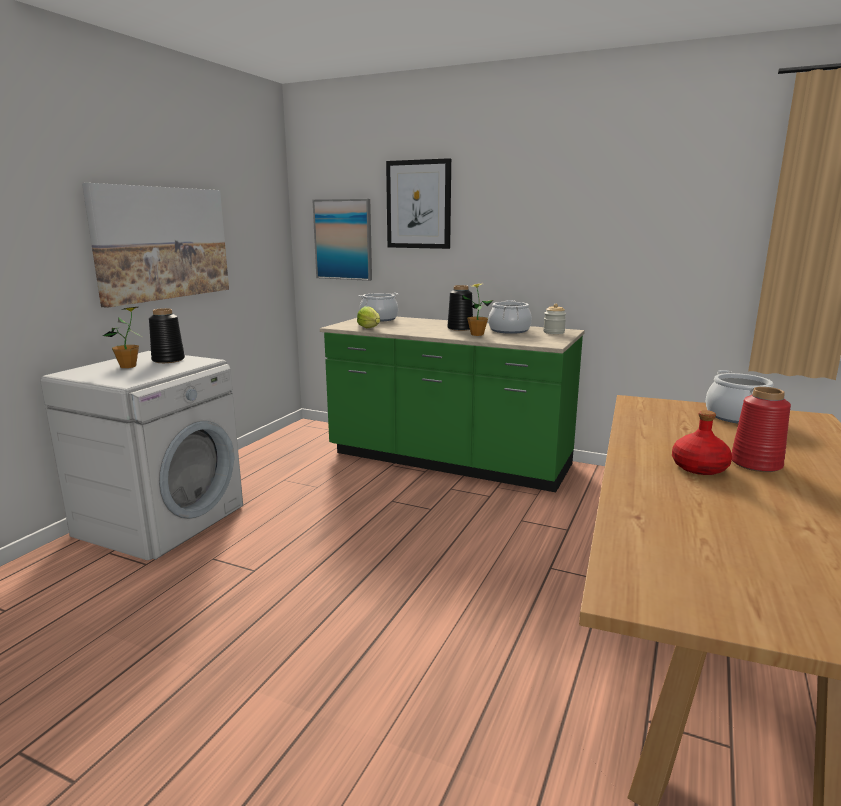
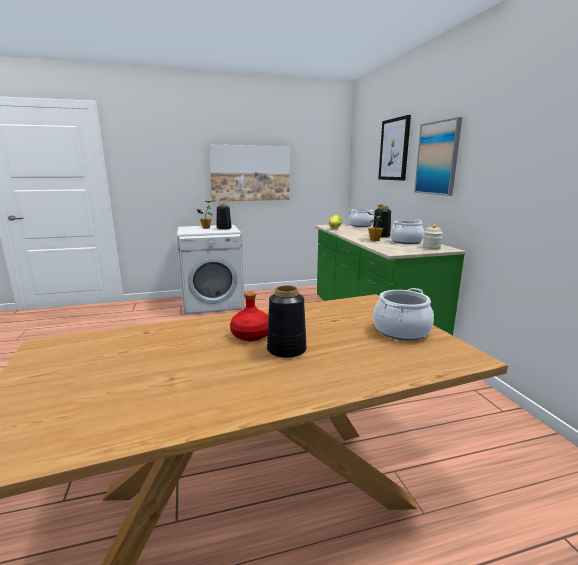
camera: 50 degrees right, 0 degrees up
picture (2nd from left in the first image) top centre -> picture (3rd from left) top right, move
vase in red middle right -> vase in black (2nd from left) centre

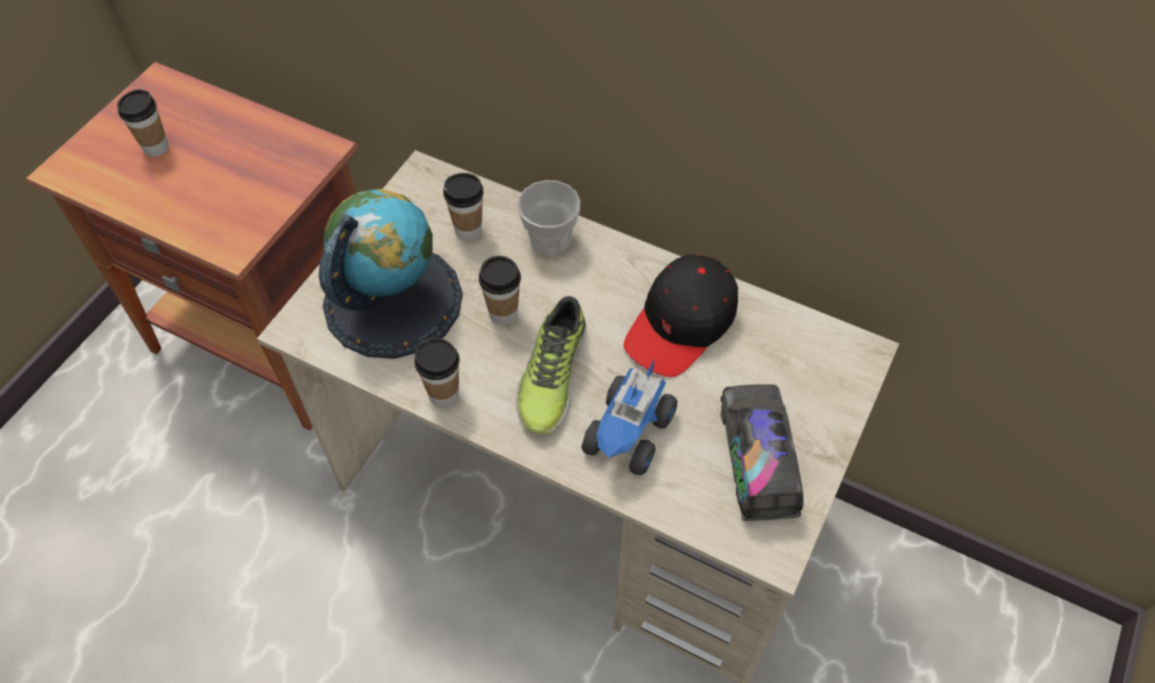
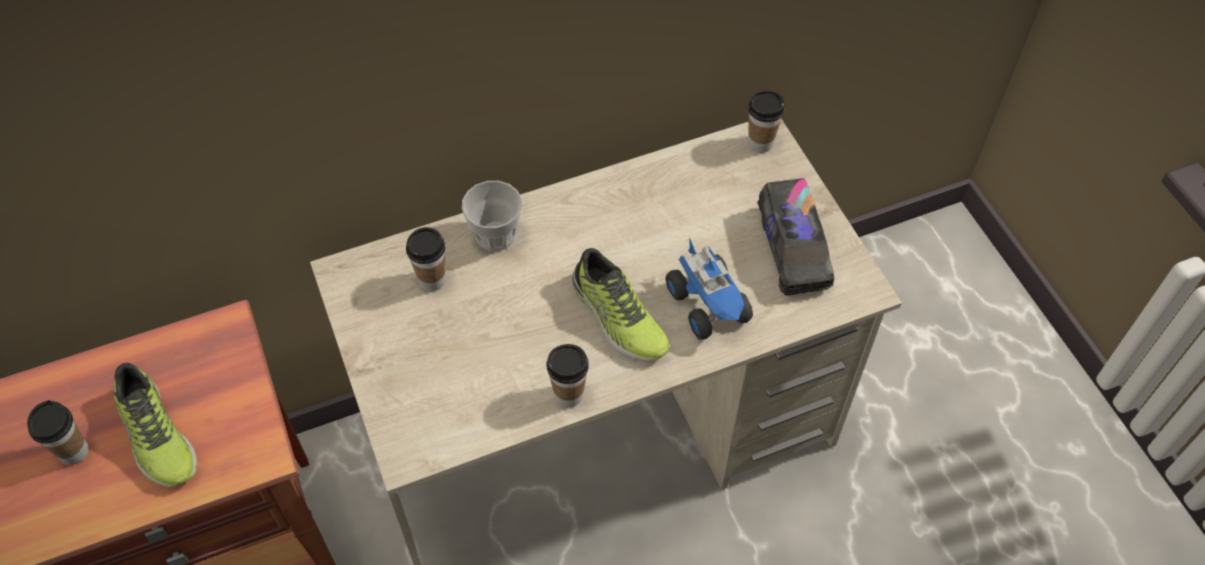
camera: 50 degrees left, 0 degrees up
globe centre -> none
cup (4th from left in the first image) centre -> cup (5th from left) top centre, move
cap in black centre -> none
toy truck (2nd from left) centre, 135 degrees counterclockwise
none -> shoe (1st from left) bottom left

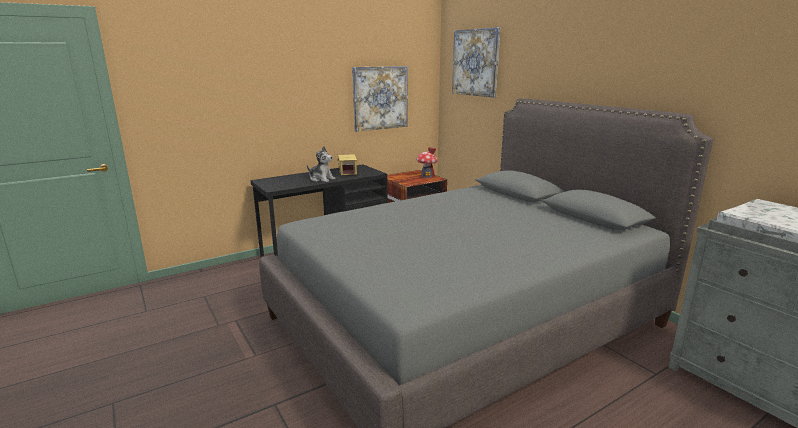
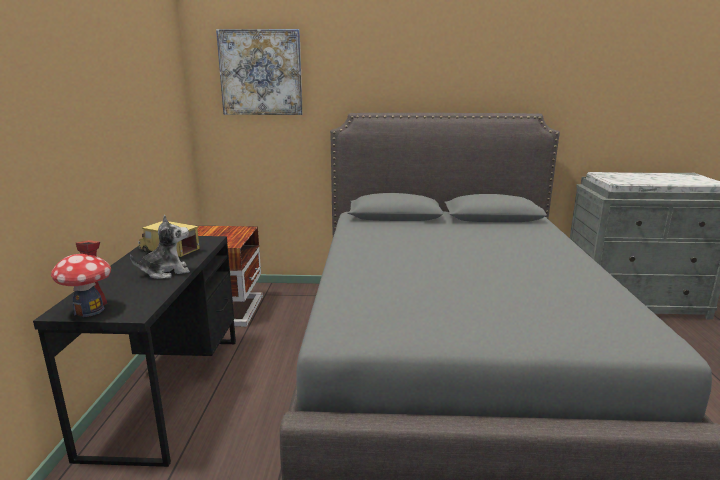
camera: 55 degrees left, 0 degrees up
picture (1st from left) top centre -> none
toy house centre -> toy house middle left, move

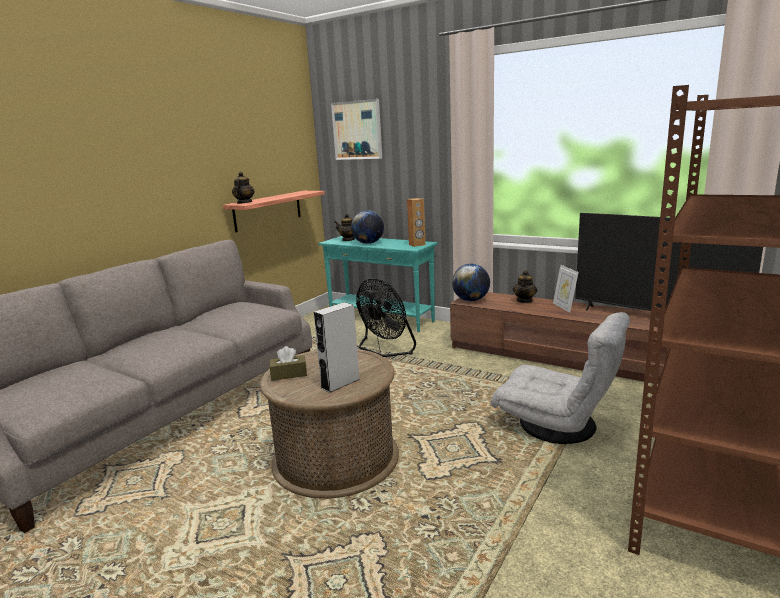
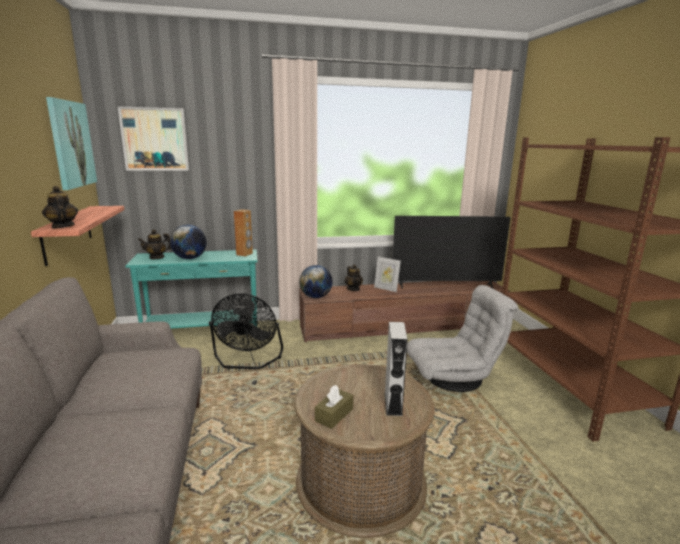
camera: 45 degrees left, 0 degrees up
none -> picture (1st from left) top left

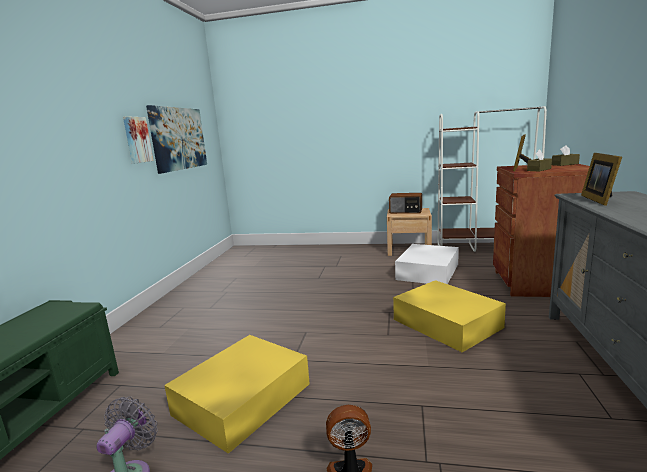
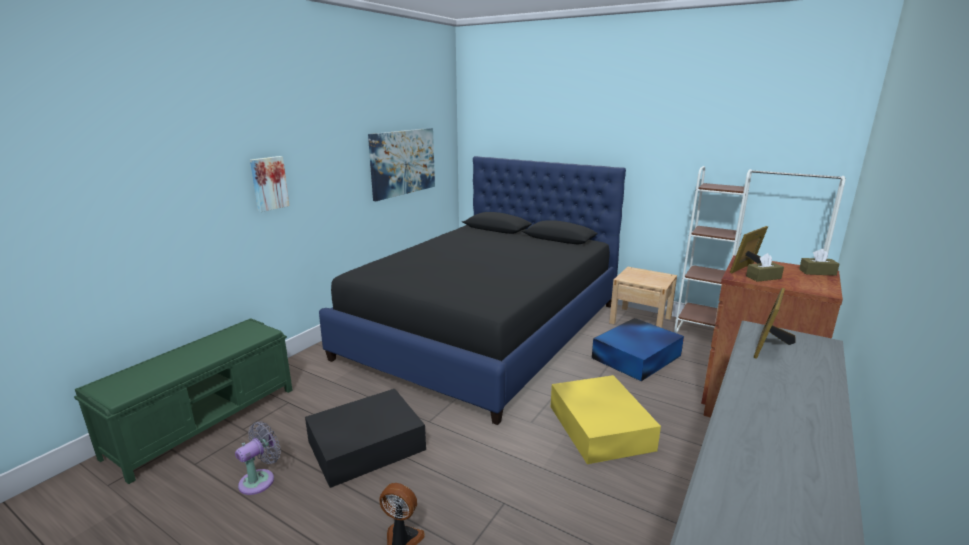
camera: 20 degrees right, 5 degrees up
picture (1st from left) top left -> picture (1st from left) middle left, move
storage box in yellow (1st from left) bottom centre -> storage box in black bottom centre
radio centre -> none
storage box in white centre -> storage box in blue centre
none -> bed in black centre

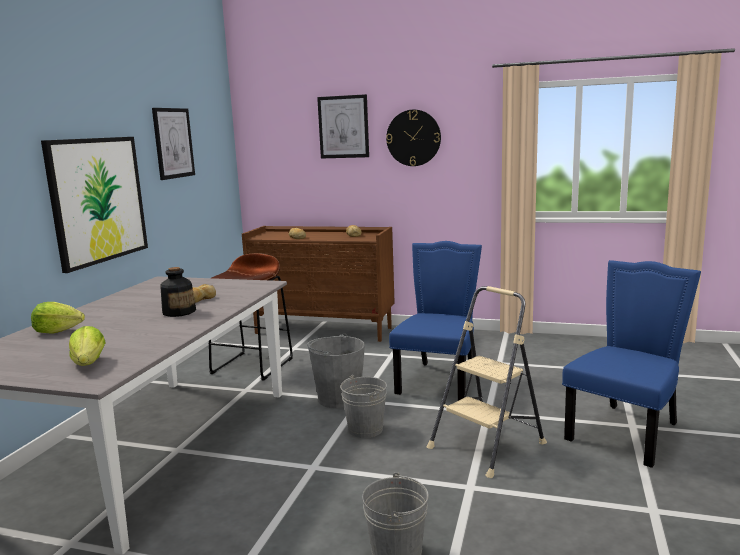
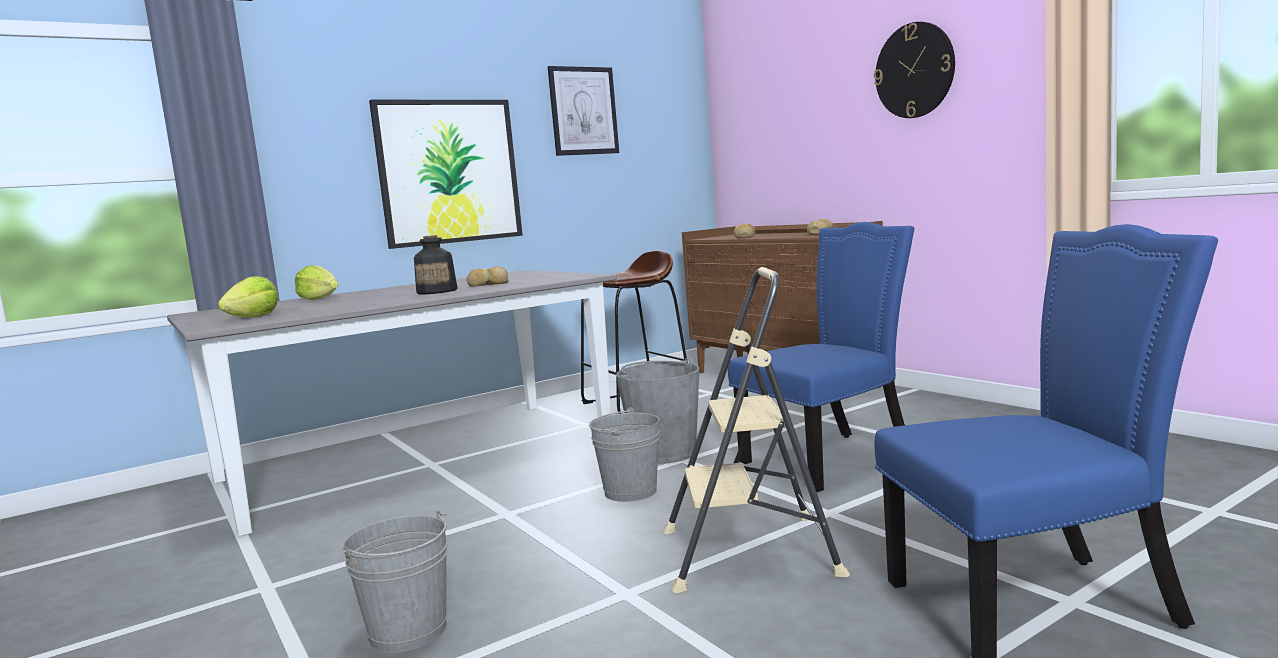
camera: 40 degrees right, 5 degrees down
picture (3rd from left) top centre -> none

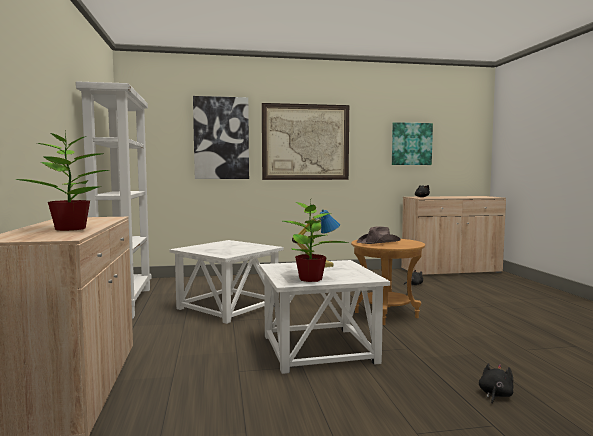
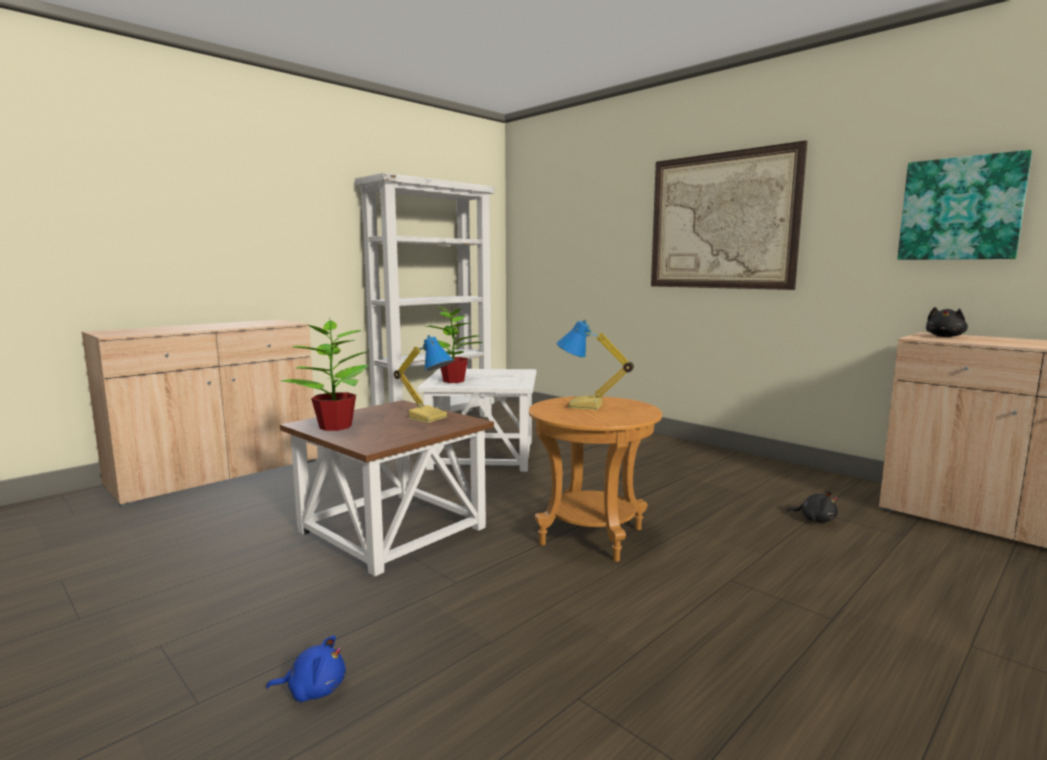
camera: 55 degrees right, 5 degrees up
potted plant (1st from left in the first image) middle left -> potted plant (2nd from left) centre, move
picture (1st from left) top centre -> none
side table in white (2nd from left) bottom centre -> side table in brown (1st from left) centre
hat in brown centre -> table lamp (2nd from left) centre
plush toy in black (3rd from left) bottom right -> plush toy in blue bottom left

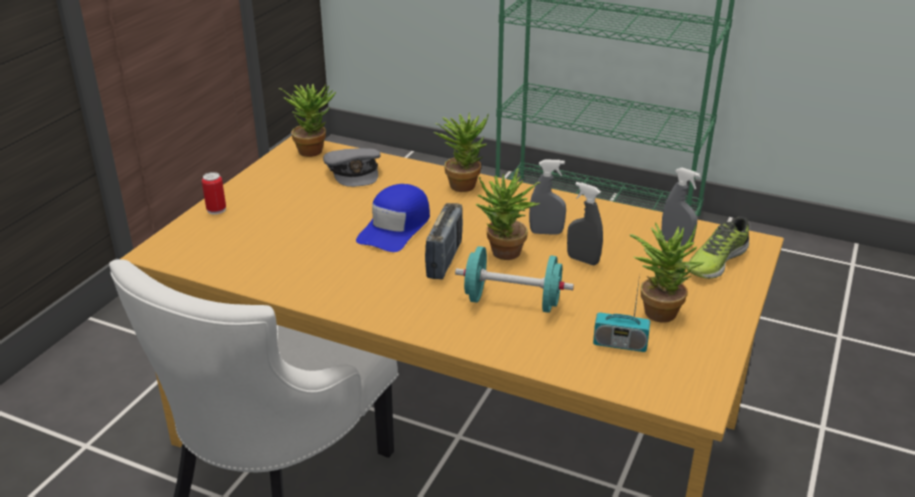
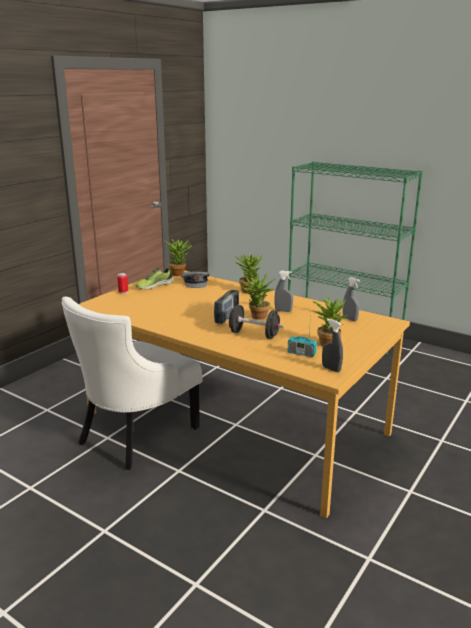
camera: 10 degrees right, 10 degrees down
cap in blue centre -> none
dumbbell in turquoise centre -> dumbbell in black centre
spray bottle in grey (2nd from left) centre -> spray bottle in grey (2nd from left) middle right, move
shoe middle right -> shoe middle left, move

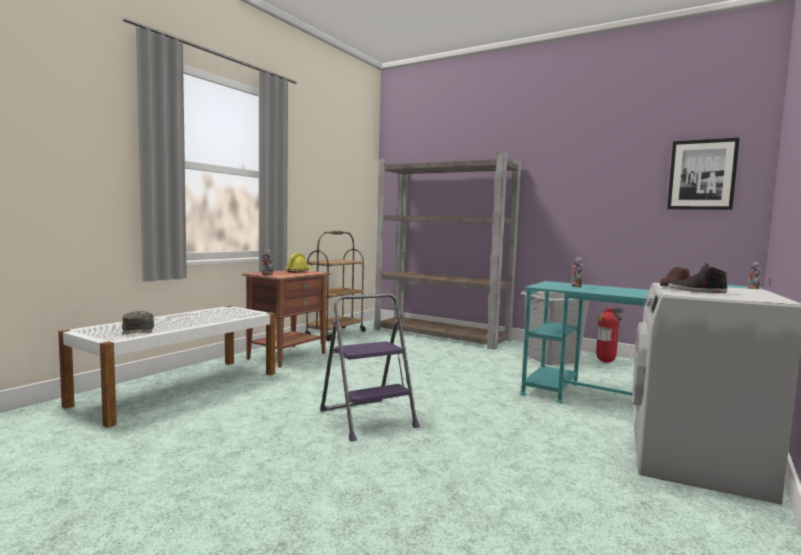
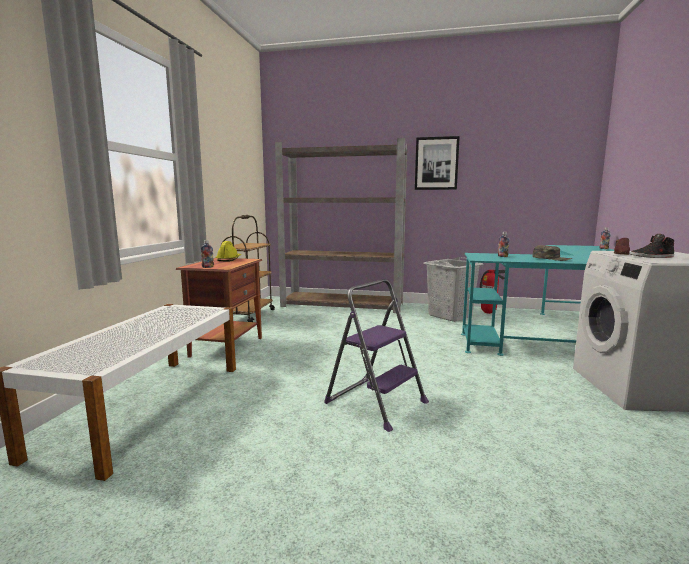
camera: 20 degrees left, 5 degrees up
cap in green middle left -> cap in green middle right, move
picture top right -> picture top centre, move

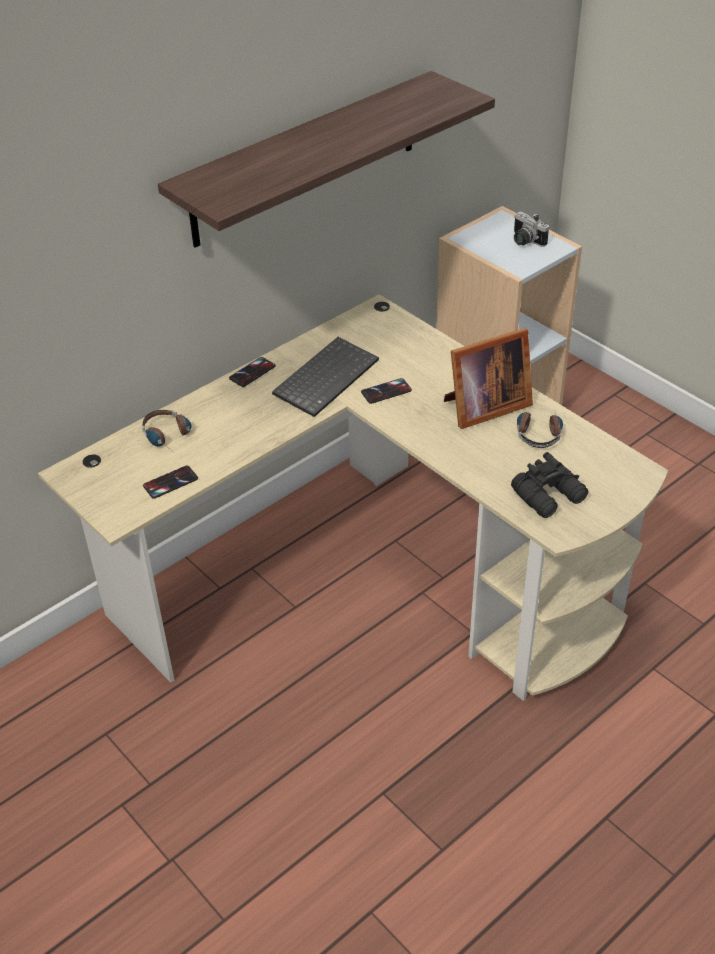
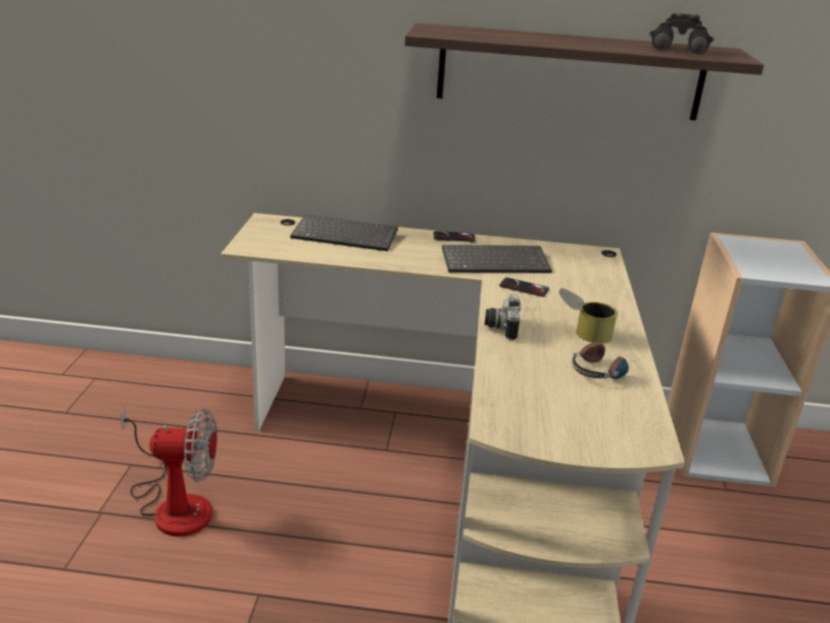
camera: 45 degrees right, 15 degrees down
headphones (1st from left) middle left -> keyboard (1st from left) centre
phone (1st from left) middle left -> none
picture frame middle right -> can middle right
binoculars in black middle right -> binoculars in black top right, move
photo camera top right -> photo camera centre, move
none -> fan bottom left

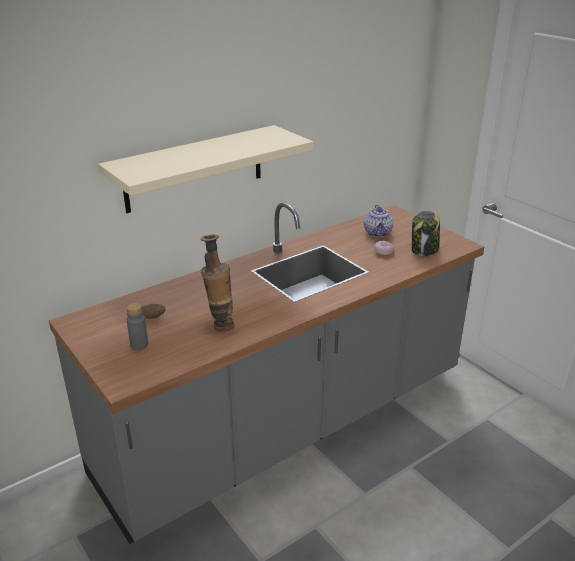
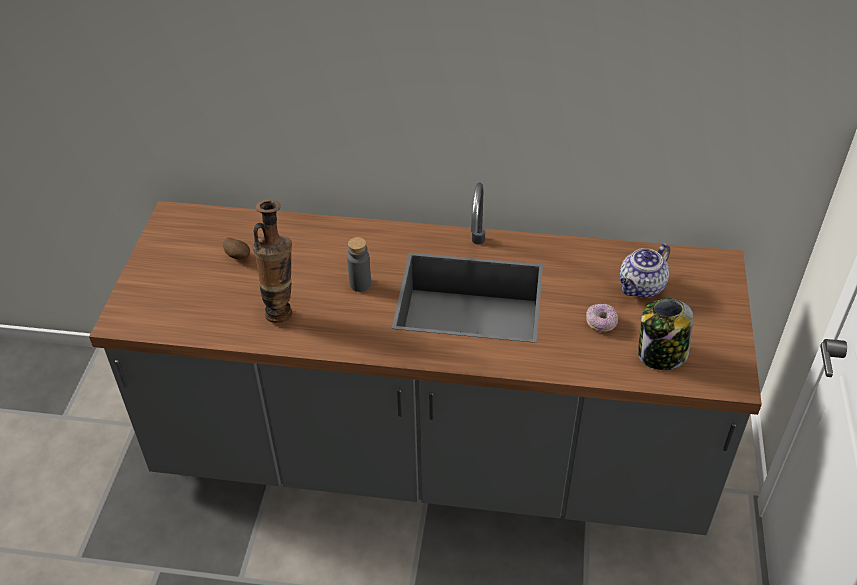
camera: 45 degrees right, 15 degrees up
shelf in beige top centre -> none
bottle in grey middle left -> bottle in grey centre, move

